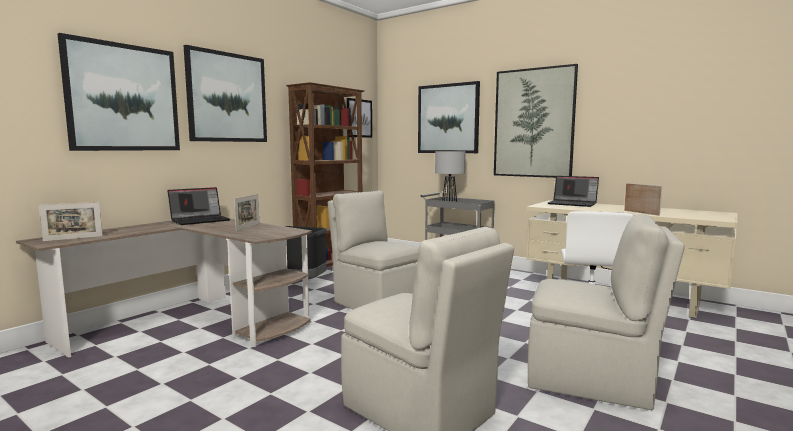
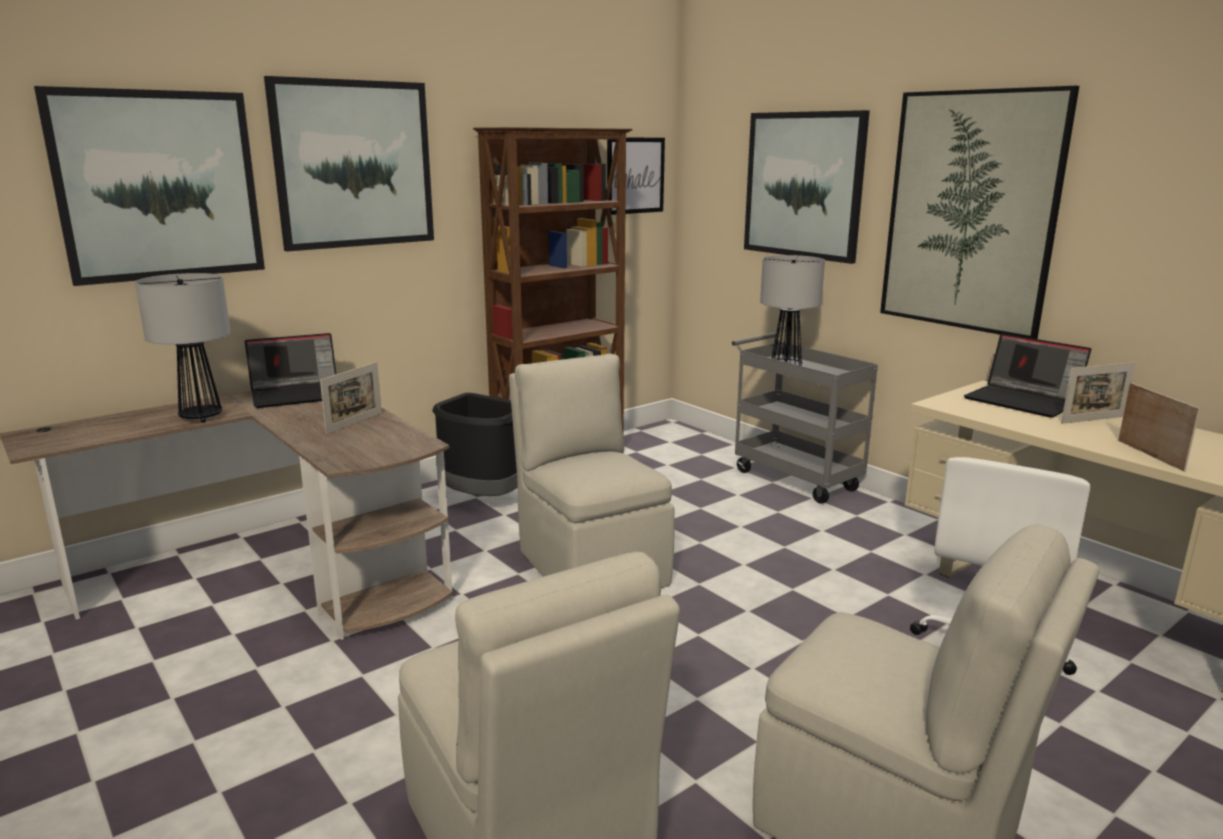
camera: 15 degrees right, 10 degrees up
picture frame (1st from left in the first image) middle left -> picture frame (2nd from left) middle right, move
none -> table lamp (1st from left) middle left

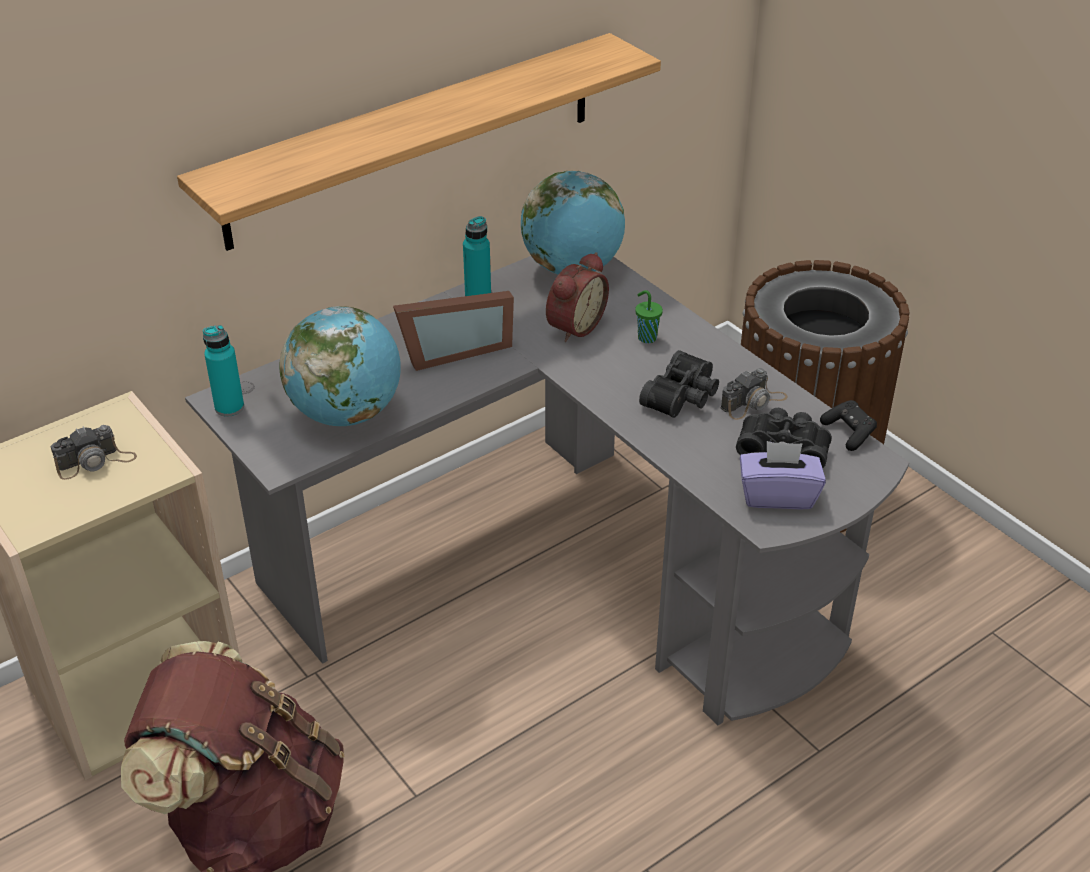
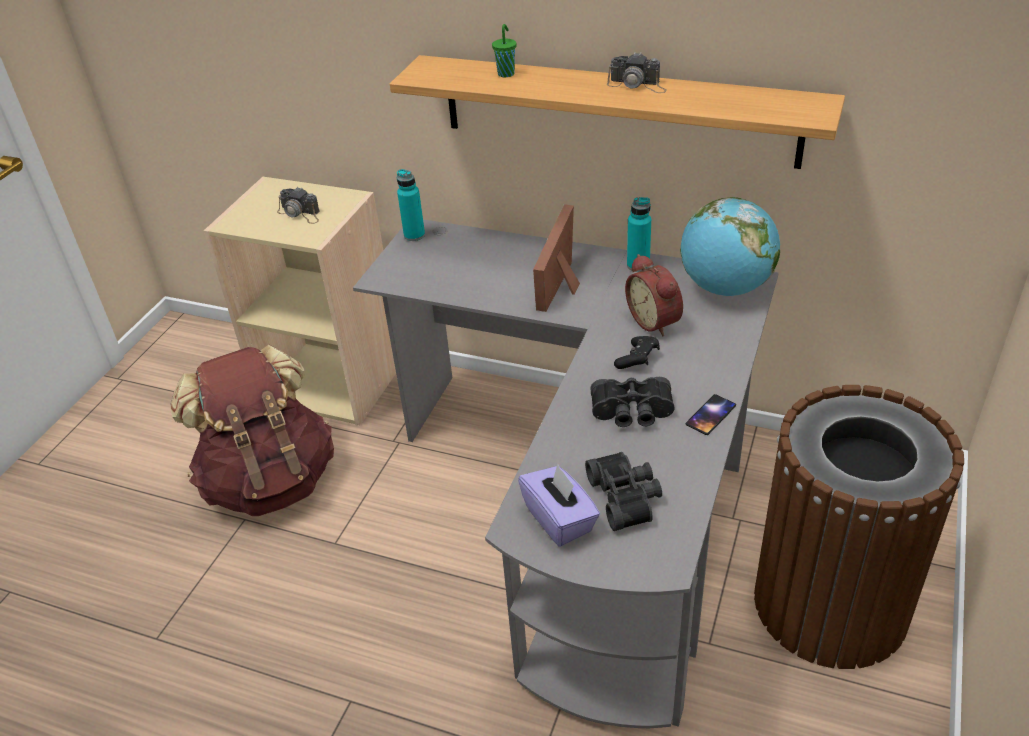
camera: 60 degrees right, 0 degrees up
globe (1st from left) middle left -> none
picture frame centre, 75 degrees clockwise
alarm clock centre, 60 degrees clockwise
cup in green centre -> cup in green top centre, move
photo camera (2nd from left) middle right -> photo camera (2nd from left) top centre, move
game controller in black middle right -> game controller in black centre, move
none -> phone middle right

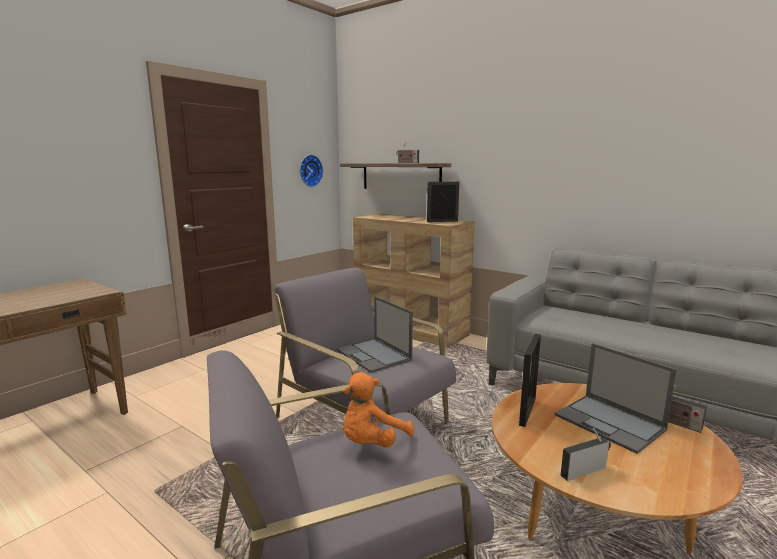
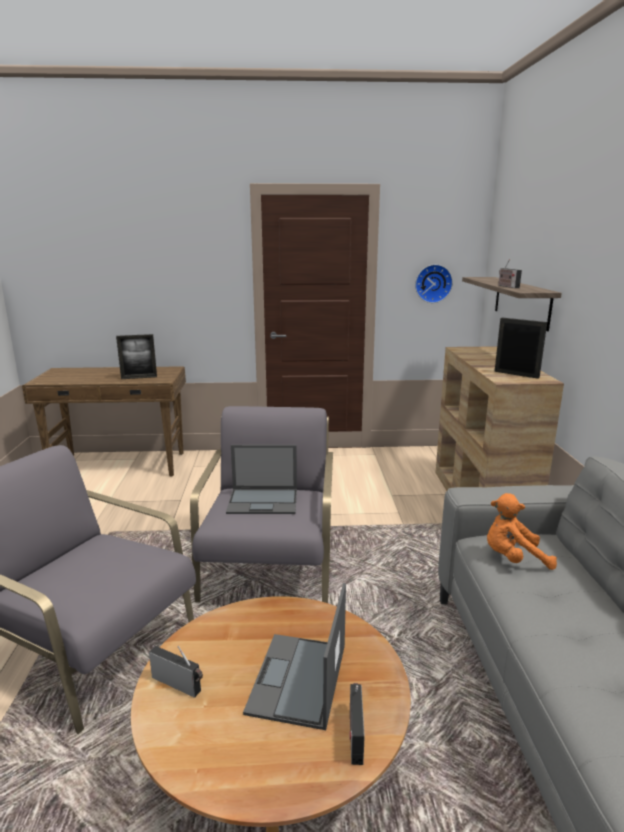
camera: 50 degrees right, 5 degrees up
laptop (1st from left) centre, 105 degrees counterclockwise
plush toy in orange bottom centre -> plush toy in orange middle right, move
picture frame (2nd from left in the first image) bottom right -> picture frame (1st from left) middle left, move

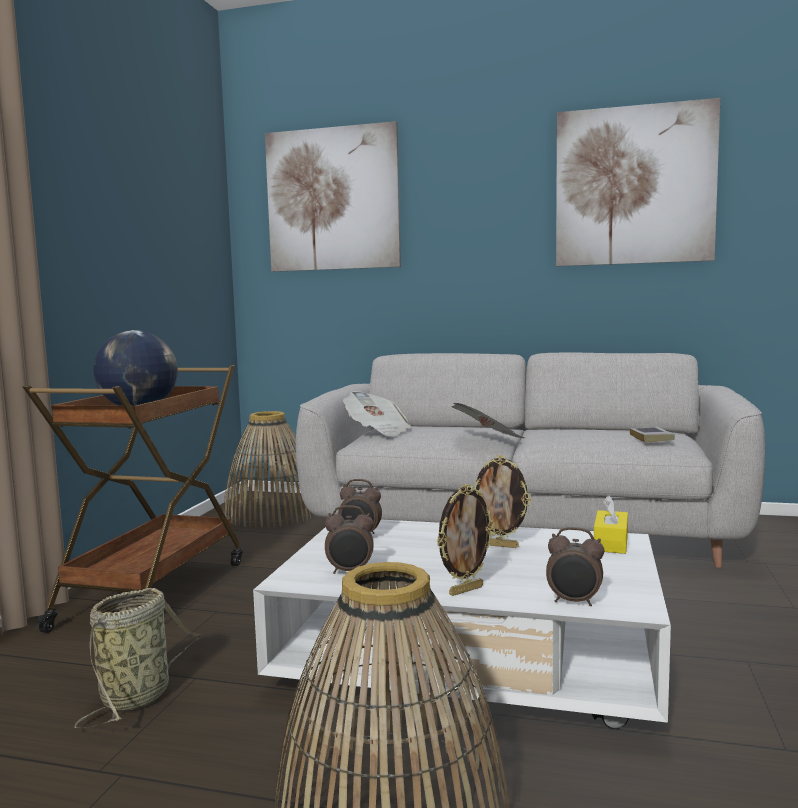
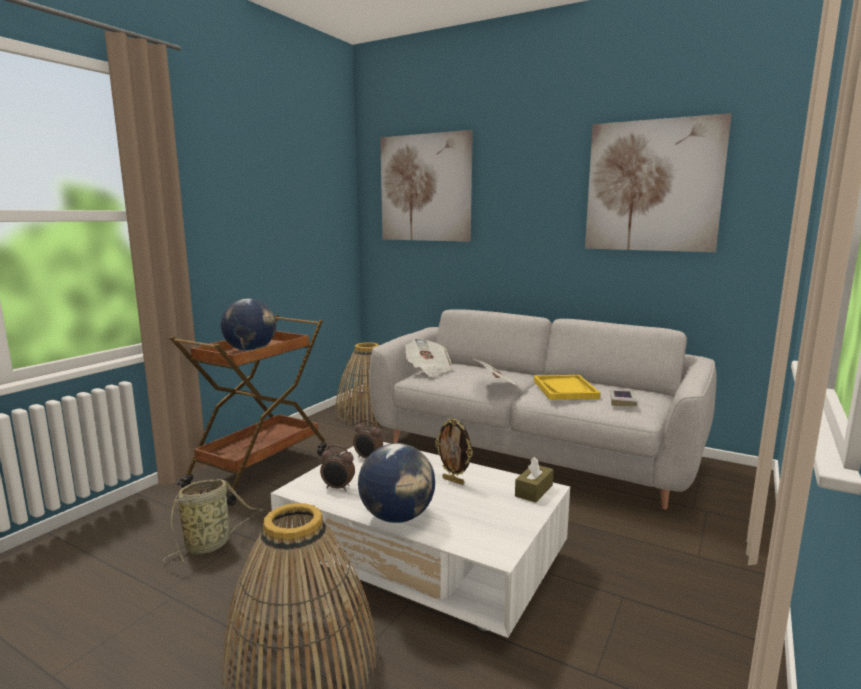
camera: 15 degrees right, 5 degrees up
picture frame (1st from left) bottom centre -> globe (2nd from left) bottom centre
alarm clock (3rd from left) bottom right -> none
tissue box in yellow middle right -> tissue box in brown bottom centre
none -> tray in yellow centre

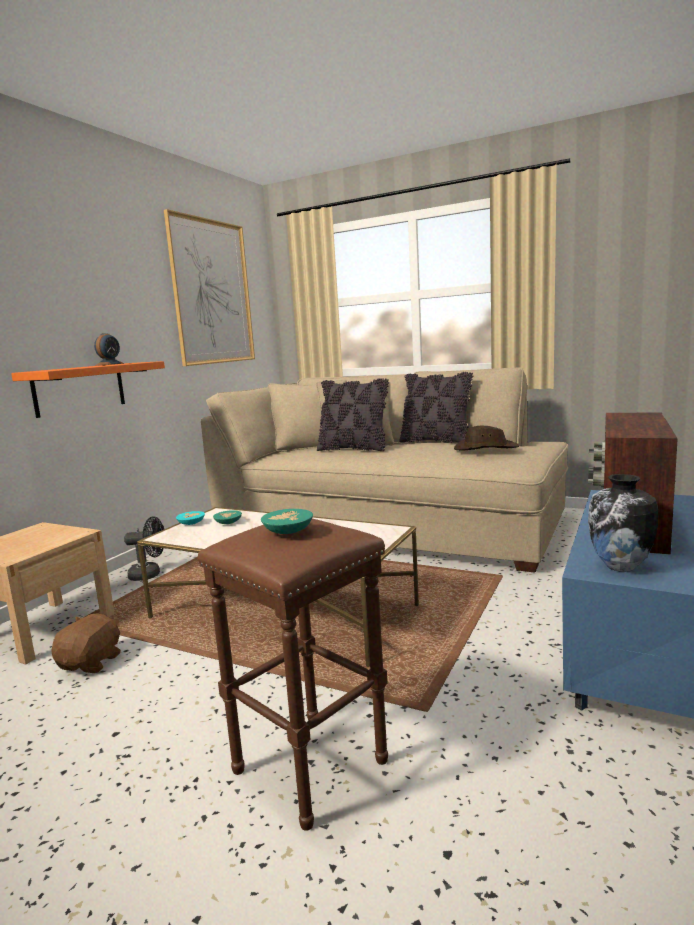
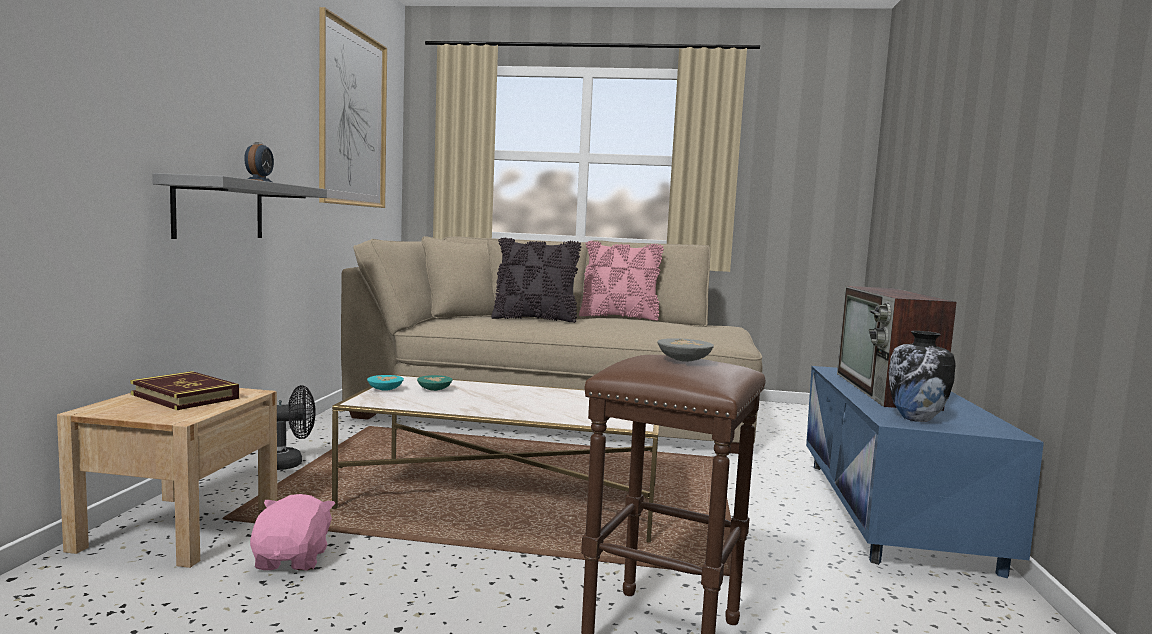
camera: 20 degrees left, 5 degrees down
shelf in orange middle left -> shelf in grey top left
plush toy in brown bottom left -> plush toy in pink bottom left
bowl in turquoise (3rd from left) centre -> bowl in grey centre
pillow in black (2nd from left) centre -> pillow in pink centre
hat in brown middle right -> none
none -> book middle left

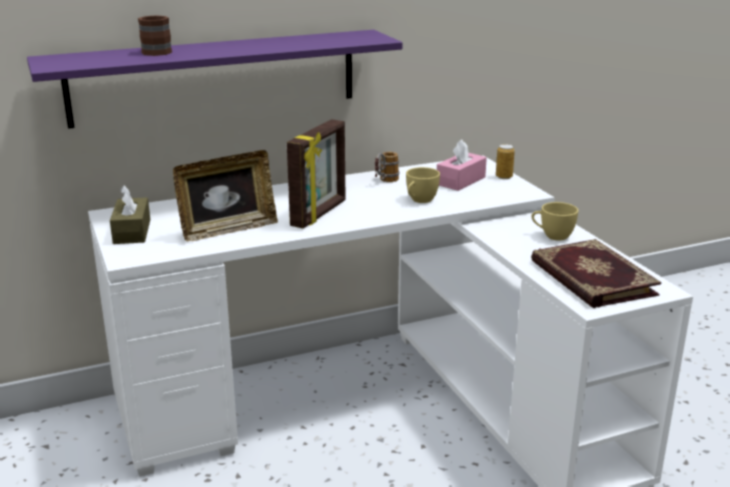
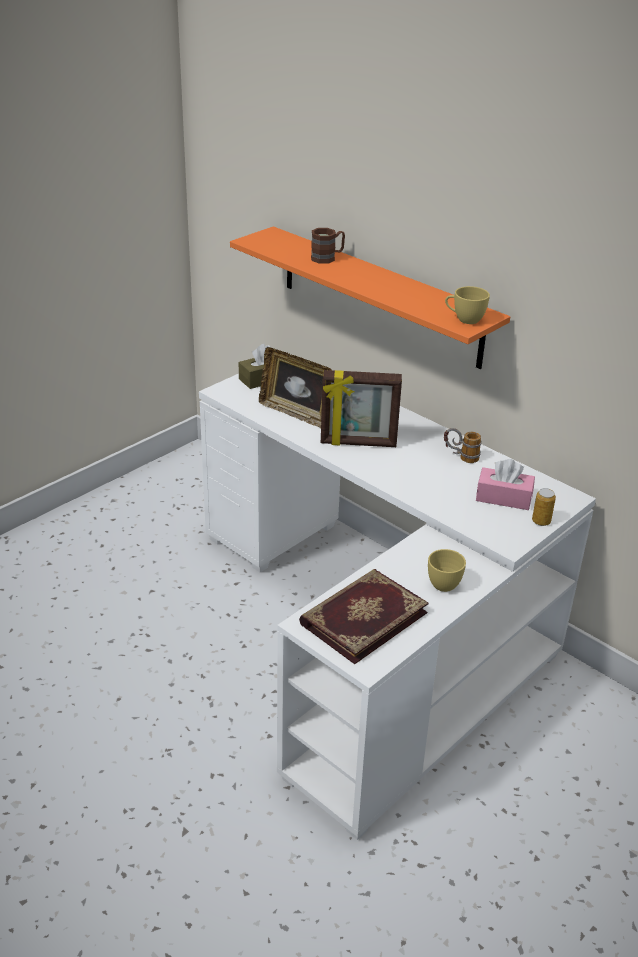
camera: 65 degrees right, 10 degrees up
shelf in purple top left -> shelf in orange top centre
cup in yellow (1st from left in the first image) centre -> cup in yellow (2nd from left) top right, move

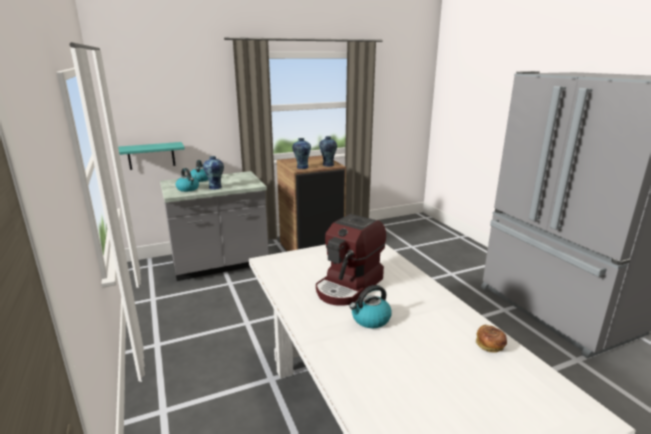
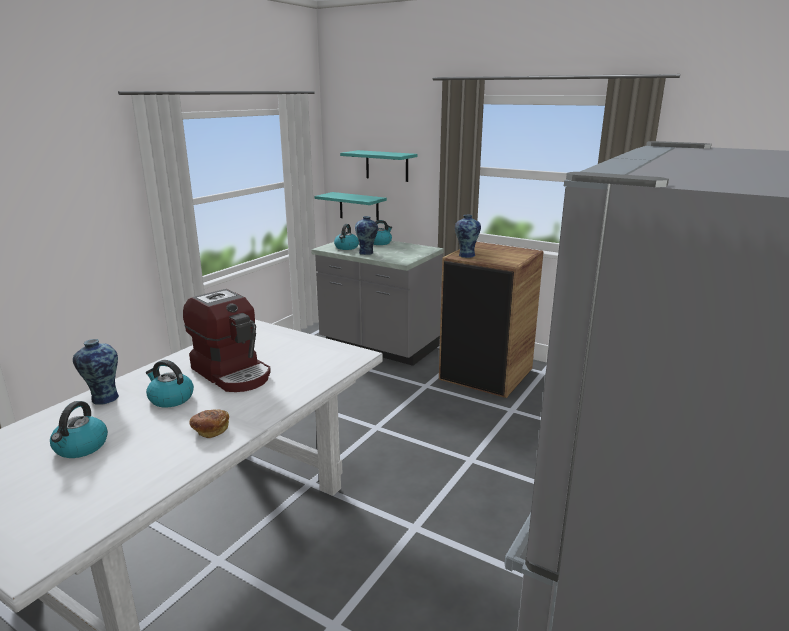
camera: 55 degrees right, 0 degrees up
coffee machine centre -> coffee machine middle left, 135 degrees counterclockwise
vase (3rd from left in the first image) centre -> vase (1st from left) middle left, move
bread bottom right -> bread bottom left, move
none -> kettle (1st from left) bottom left
none -> shelf in turquoise (2nd from left) top centre

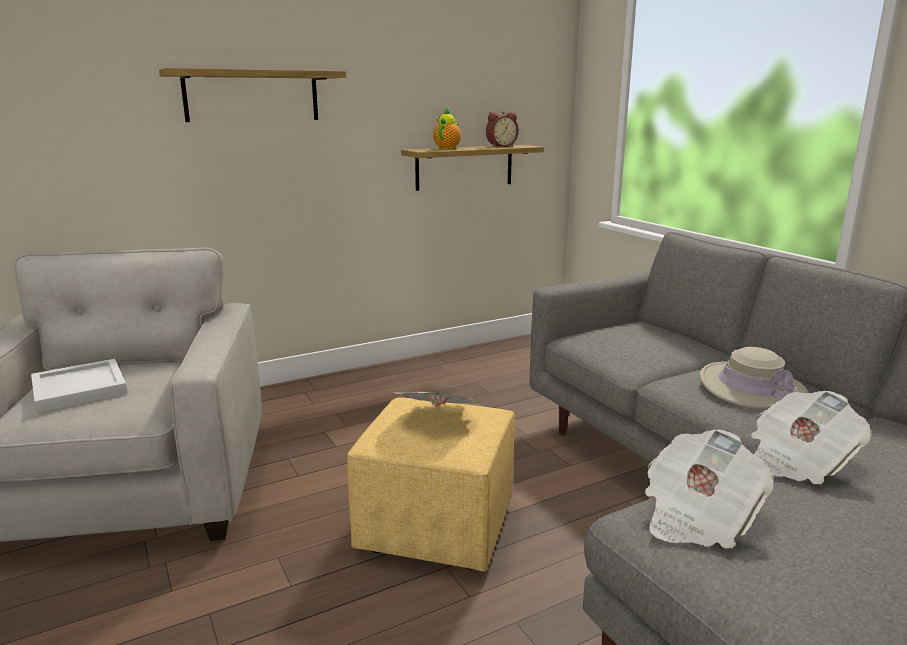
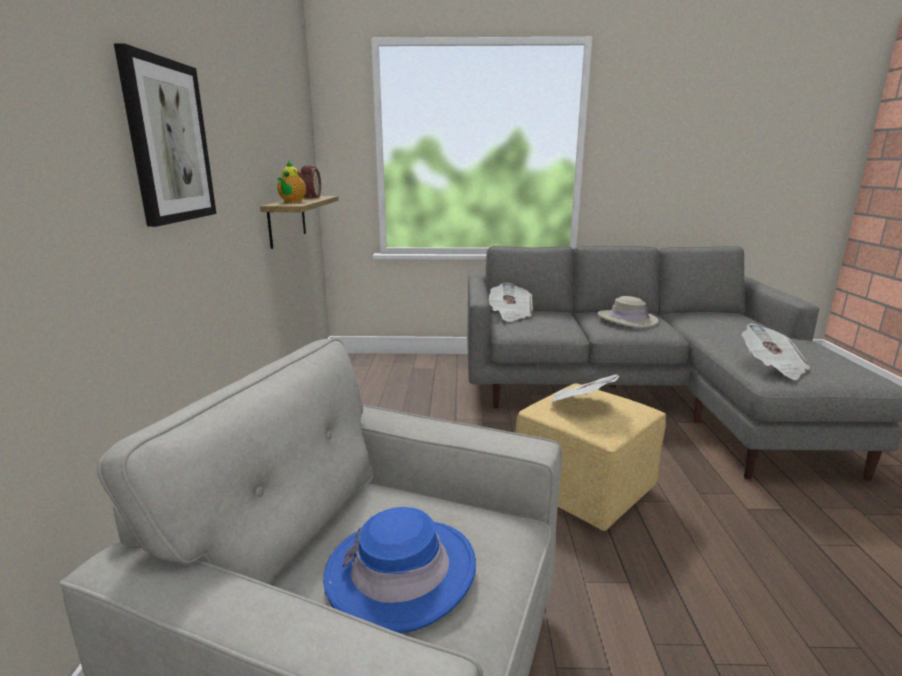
camera: 60 degrees left, 0 degrees up
tray in white middle left -> hat in blue bottom centre
shelf (1st from left) top left -> picture top left
teapot top centre -> teapot top left, 135 degrees counterclockwise
newspaper (3rd from left in the first image) bottom right -> newspaper (1st from left) centre, move

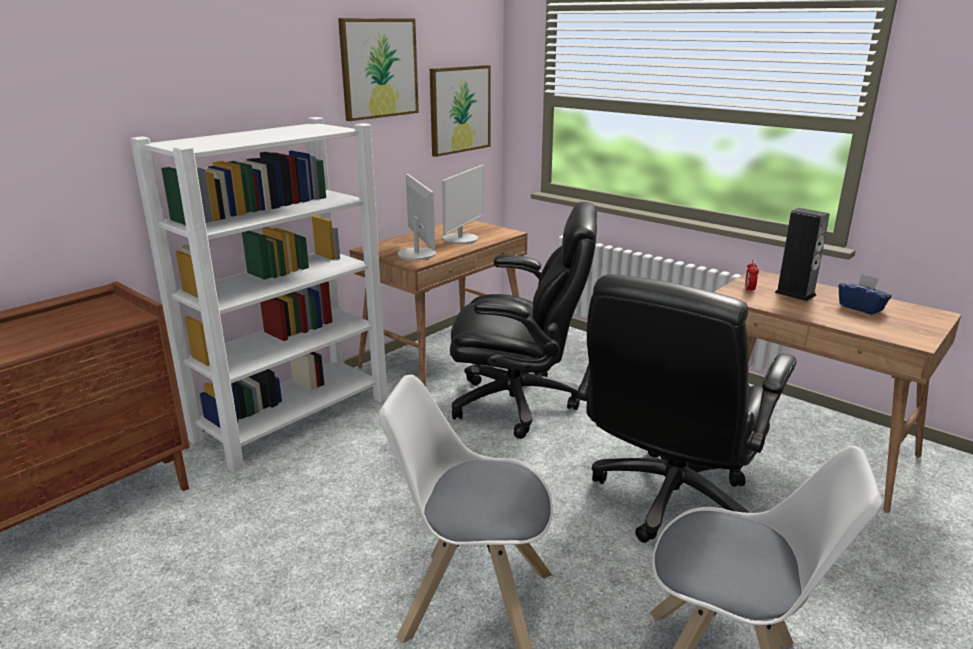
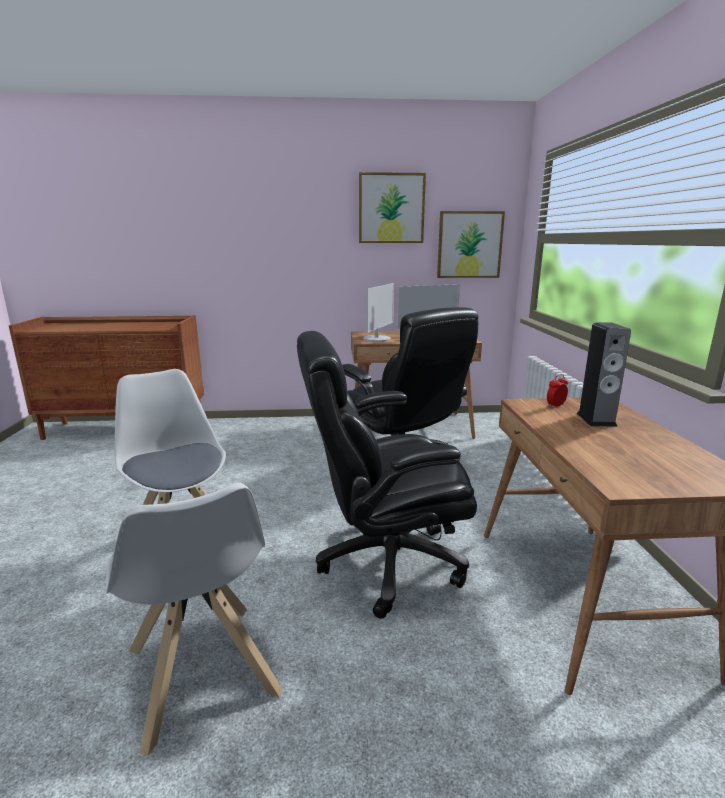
camera: 45 degrees right, 5 degrees down
bookcase in white middle left -> none
tissue box in blue middle right -> none

